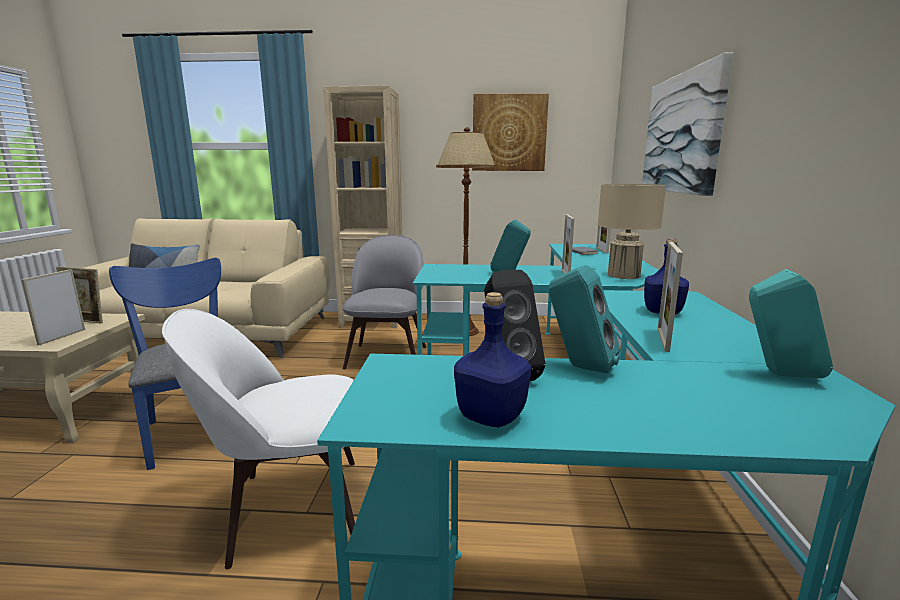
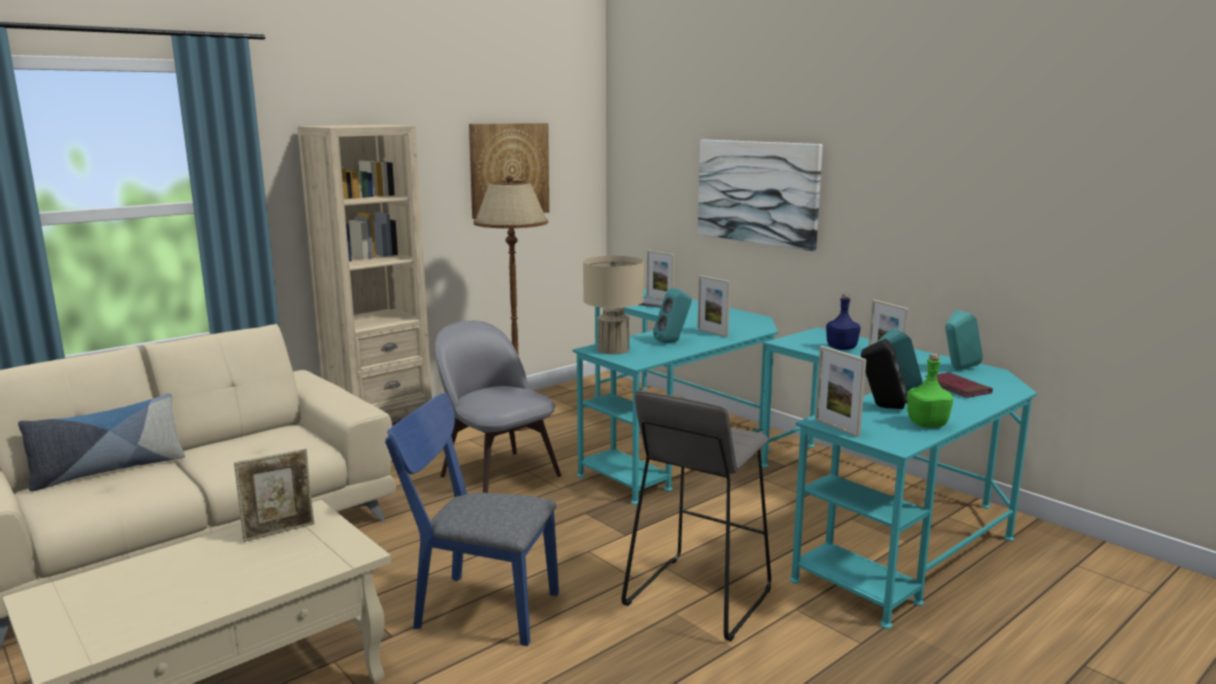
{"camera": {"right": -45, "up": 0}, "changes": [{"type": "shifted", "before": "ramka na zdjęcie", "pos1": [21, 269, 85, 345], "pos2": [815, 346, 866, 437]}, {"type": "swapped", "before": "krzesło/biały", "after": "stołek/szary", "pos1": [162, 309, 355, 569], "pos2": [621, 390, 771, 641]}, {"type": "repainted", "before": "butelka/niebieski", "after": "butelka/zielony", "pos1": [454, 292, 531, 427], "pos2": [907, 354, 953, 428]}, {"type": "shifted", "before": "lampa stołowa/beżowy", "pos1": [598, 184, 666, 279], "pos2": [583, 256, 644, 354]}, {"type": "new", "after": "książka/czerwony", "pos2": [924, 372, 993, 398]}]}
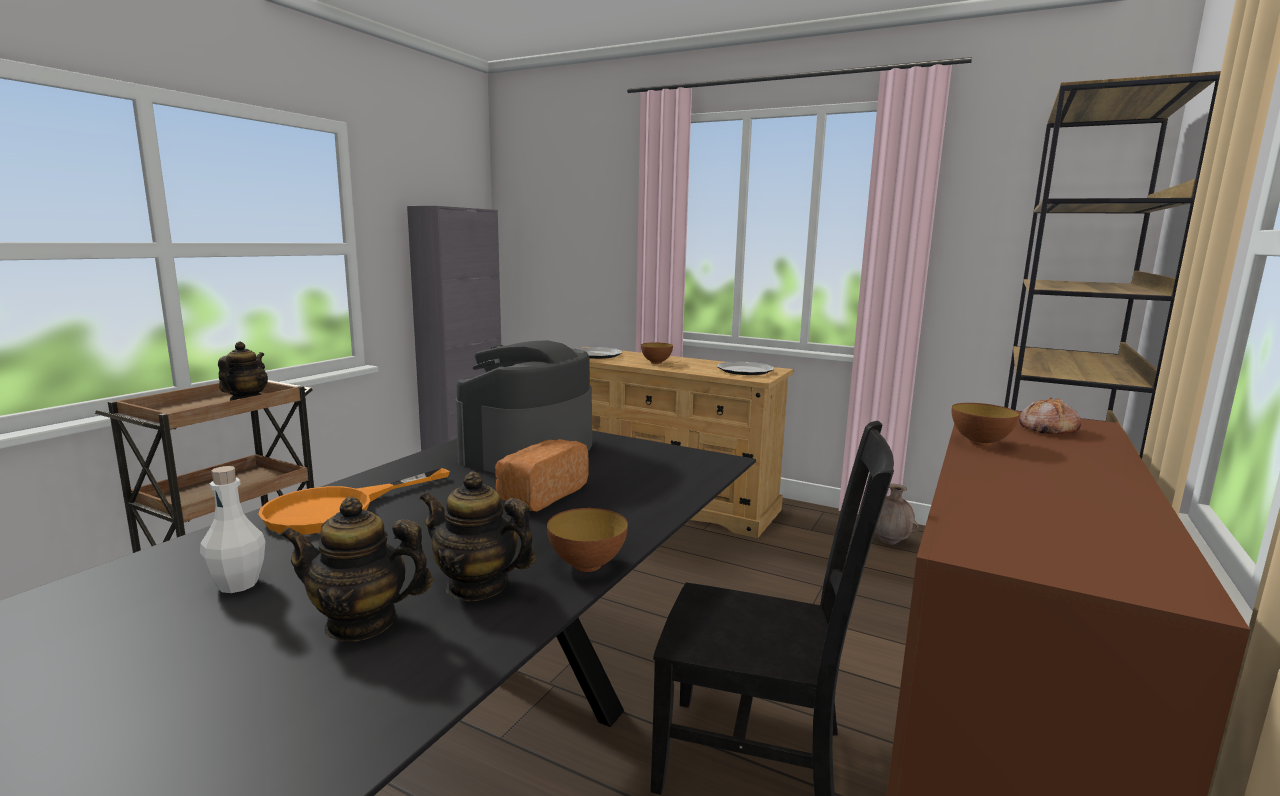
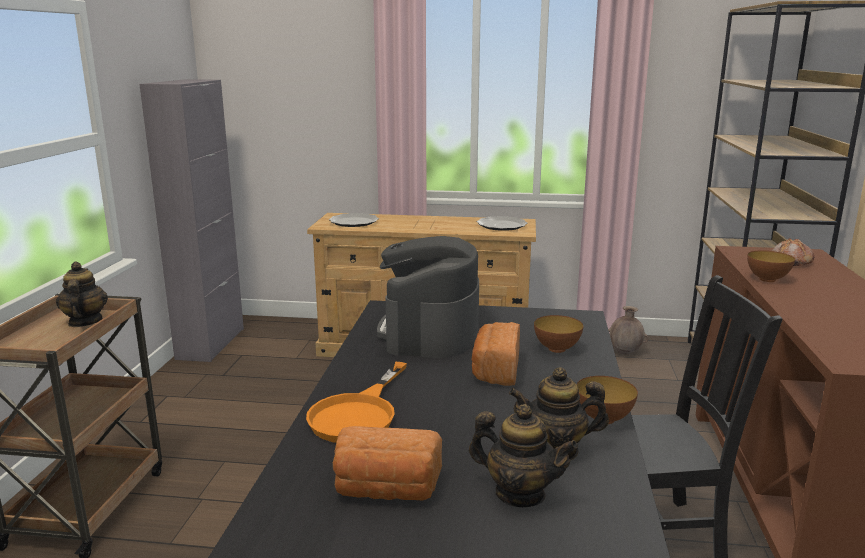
{"camera": {"right": -20, "up": 5}, "changes": [{"type": "swapped", "before": "butelka/biały", "after": "chleb", "pos1": [200, 466, 266, 593], "pos2": [333, 426, 442, 500]}, {"type": "rotated", "before": "imbryk", "pos1": [280, 497, 433, 641], "pos2": [469, 404, 578, 507], "turn": -135}, {"type": "shifted", "before": "miska", "pos1": [641, 342, 673, 364], "pos2": [534, 315, 583, 353]}]}
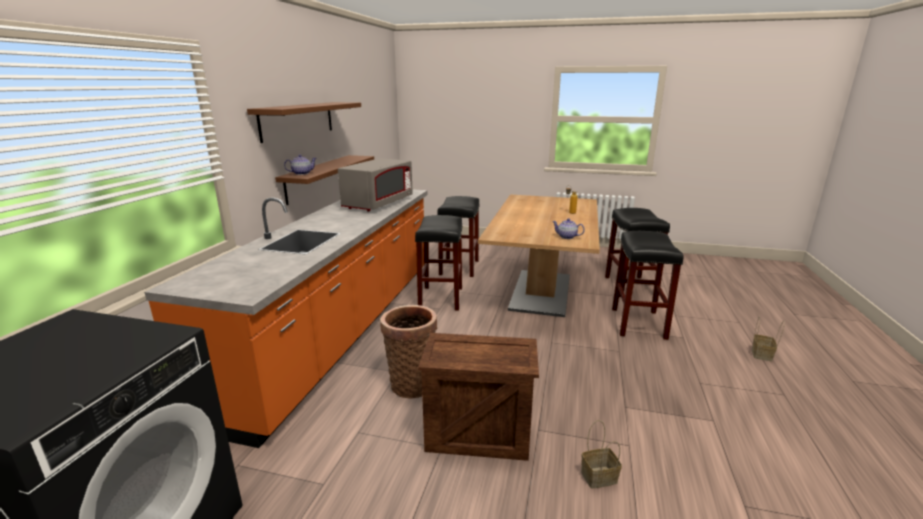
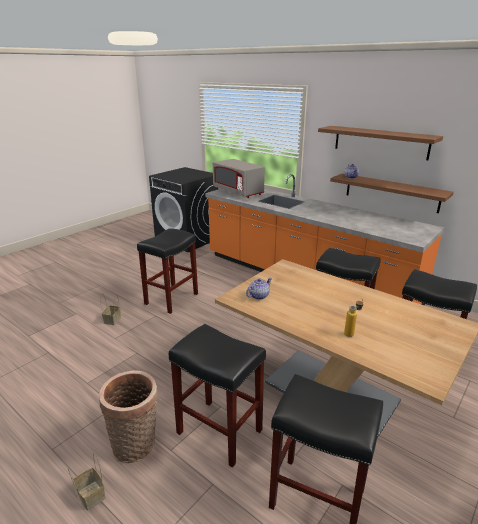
{"camera": {"right": 115, "up": 5}, "changes": [{"type": "shifted", "before": "mikrofalówka/szary", "pos1": [338, 158, 413, 212], "pos2": [213, 159, 265, 198]}, {"type": "shifted", "before": "koszyk", "pos1": [380, 305, 437, 398], "pos2": [99, 371, 158, 463]}, {"type": "swapped", "before": "skrzynka", "after": "stołek/czarny", "pos1": [418, 333, 539, 461], "pos2": [137, 228, 198, 314]}]}
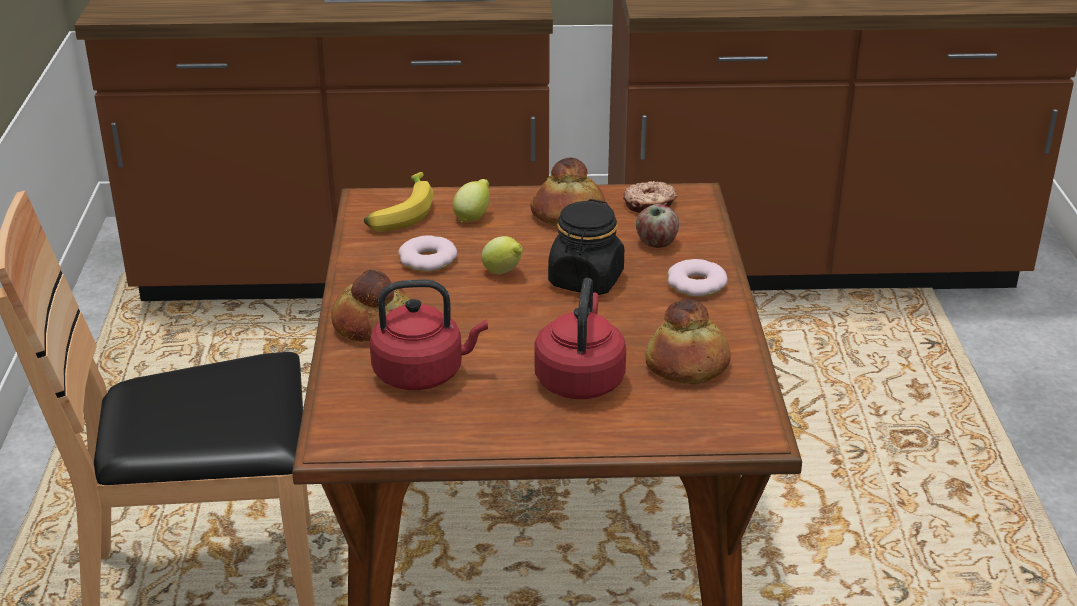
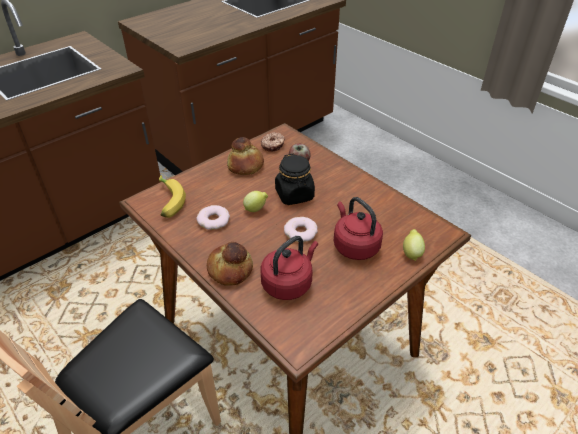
{"camera": {"right": -40, "up": 10}, "changes": [{"type": "shifted", "before": "cytryna", "pos1": [453, 179, 490, 223], "pos2": [403, 229, 425, 261]}, {"type": "gone", "before": "chleb", "pos1": [645, 299, 731, 384]}, {"type": "shifted", "before": "donut", "pos1": [667, 259, 728, 297], "pos2": [284, 217, 318, 242]}]}
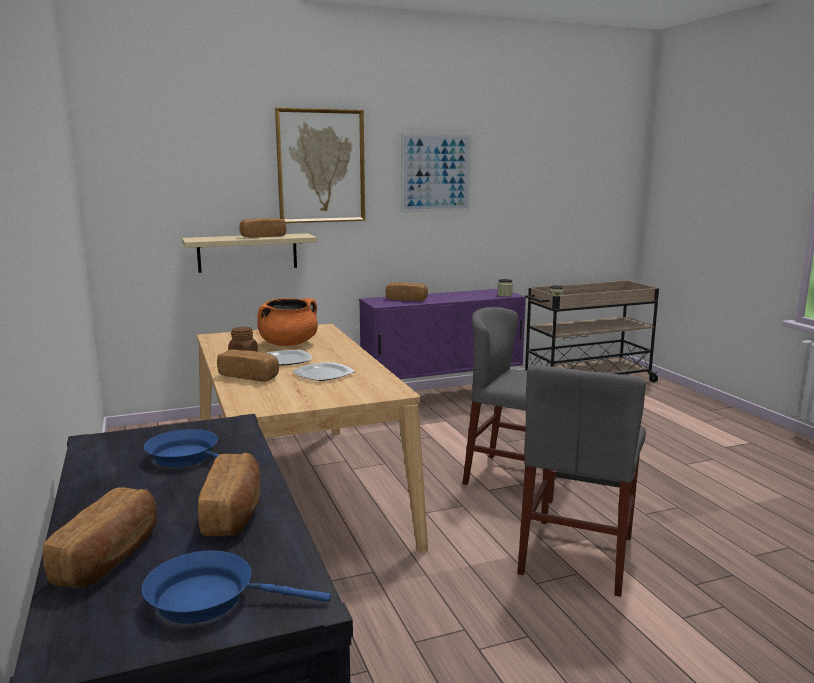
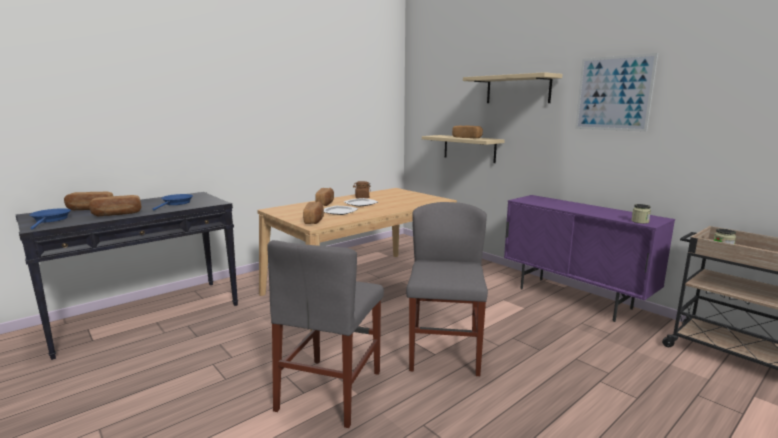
{"camera": {"right": 70, "up": 0}, "changes": [{"type": "gone", "before": "garnek/pomarańczowy", "pos1": [257, 298, 318, 346]}, {"type": "swapped", "before": "obraz", "after": "półka/beżowy", "pos1": [275, 108, 365, 223], "pos2": [463, 72, 563, 103]}, {"type": "shifted", "before": "chleb", "pos1": [386, 282, 428, 301], "pos2": [303, 202, 324, 224]}, {"type": "rotated", "before": "krzesło/szary", "pos1": [517, 365, 646, 597], "pos2": [267, 240, 384, 428], "turn": -75}]}
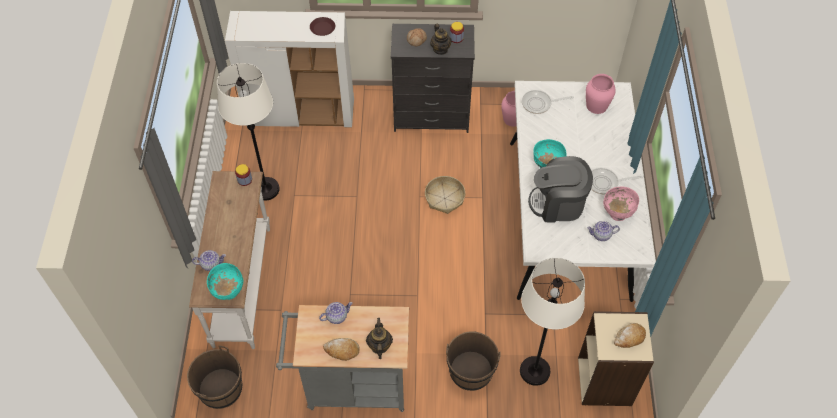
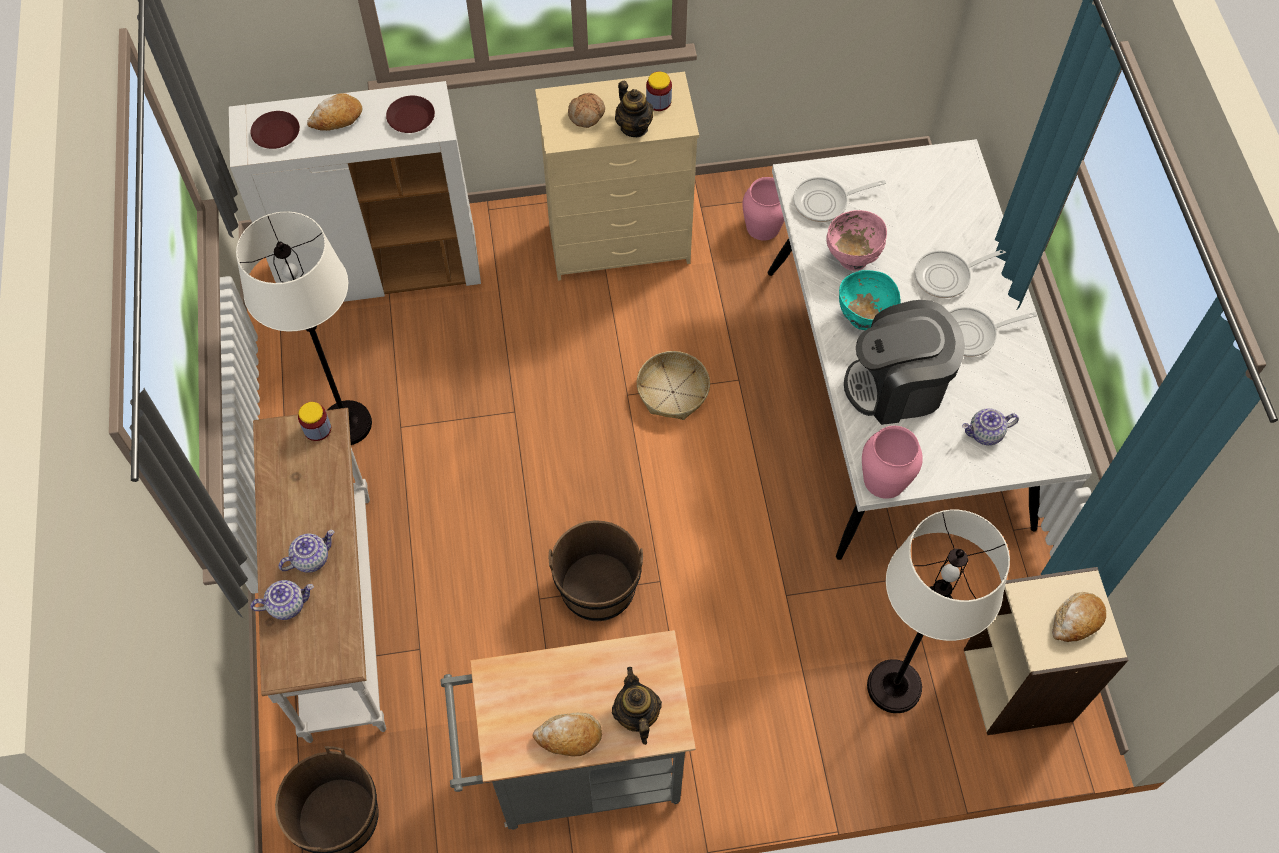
{"camera": {"right": -10, "up": 5}, "changes": [{"type": "gone", "before": "miska/turkusowy", "pos1": [207, 263, 244, 300]}, {"type": "shifted", "before": "imbryk", "pos1": [319, 302, 353, 324], "pos2": [279, 530, 334, 573]}, {"type": "repainted", "before": "komoda/czarny", "after": "komoda/beżowy", "pos1": [391, 24, 475, 133], "pos2": [535, 72, 699, 281]}, {"type": "shifted", "before": "wiadro/brązowy", "pos1": [446, 331, 501, 391], "pos2": [549, 520, 643, 621]}, {"type": "shifted", "before": "wazon/różowy", "pos1": [586, 74, 616, 114], "pos2": [862, 426, 923, 499]}, {"type": "shifted", "before": "miska/różowy", "pos1": [603, 187, 639, 221], "pos2": [826, 210, 887, 271]}, {"type": "new", "after": "talerz/brązowy", "pos2": [250, 111, 300, 149]}, {"type": "new", "after": "chleb", "pos2": [307, 93, 362, 131]}, {"type": "new", "after": "patelnia", "pos2": [915, 250, 1007, 298]}]}
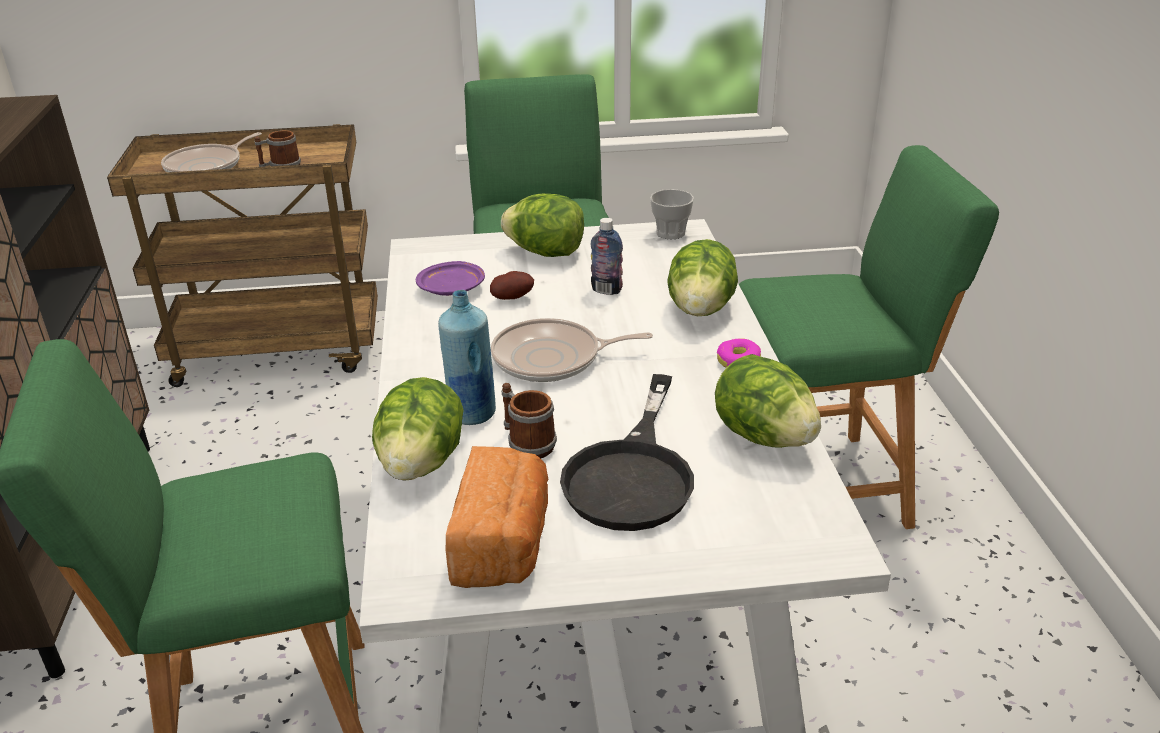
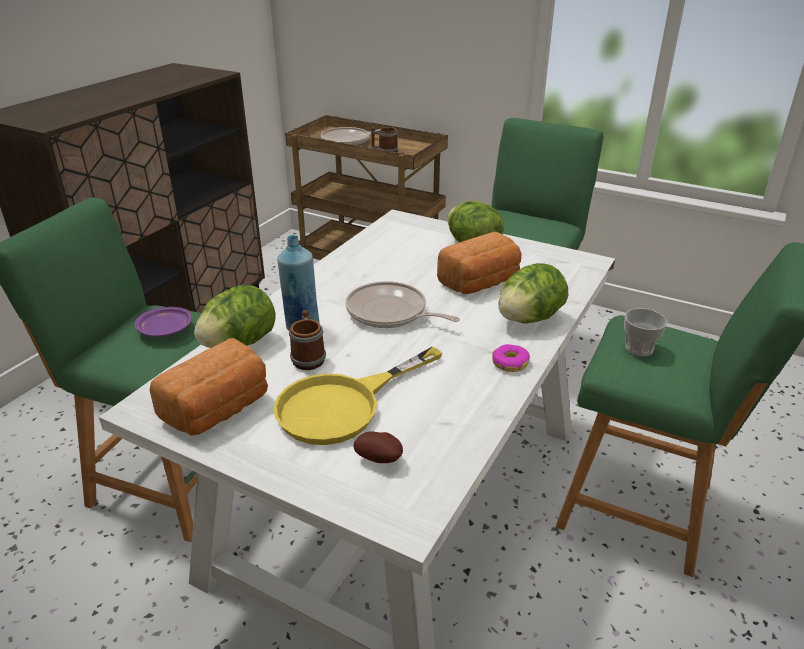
{"camera": {"right": 35, "up": 0}, "changes": [{"type": "shifted", "before": "talerz/fioletowy", "pos1": [416, 261, 485, 296], "pos2": [135, 307, 192, 337]}, {"type": "shifted", "before": "ziemniak", "pos1": [490, 271, 534, 300], "pos2": [354, 431, 403, 463]}, {"type": "repainted", "before": "patelnia/czarny", "after": "patelnia/żółty", "pos1": [560, 374, 694, 531], "pos2": [274, 347, 443, 445]}, {"type": "swapped", "before": "butelka", "after": "chleb", "pos1": [591, 218, 623, 295], "pos2": [437, 232, 522, 294]}, {"type": "shifted", "before": "filiżanka", "pos1": [650, 189, 694, 239], "pos2": [624, 308, 668, 356]}, {"type": "gone", "before": "sałata", "pos1": [715, 354, 821, 448]}]}
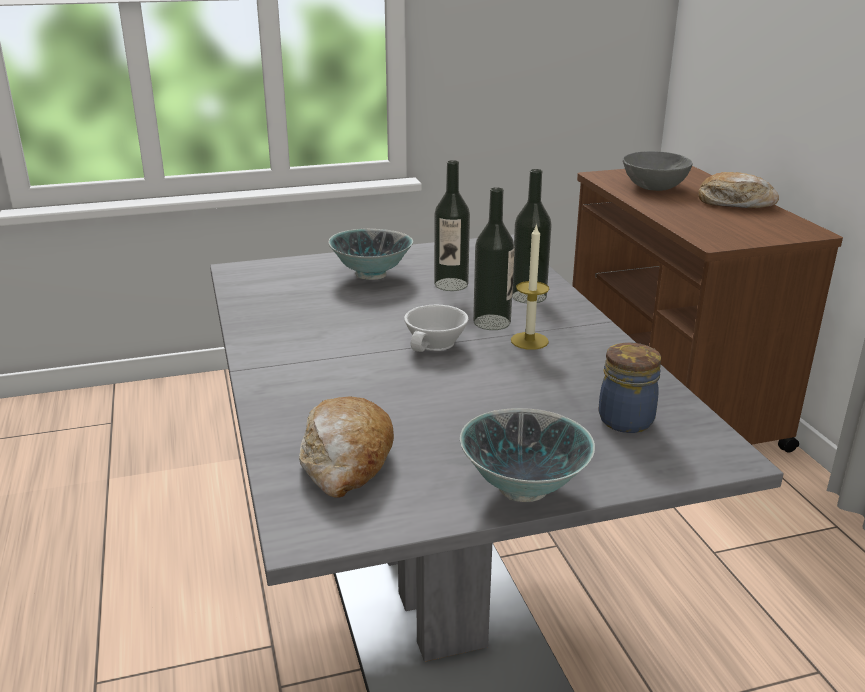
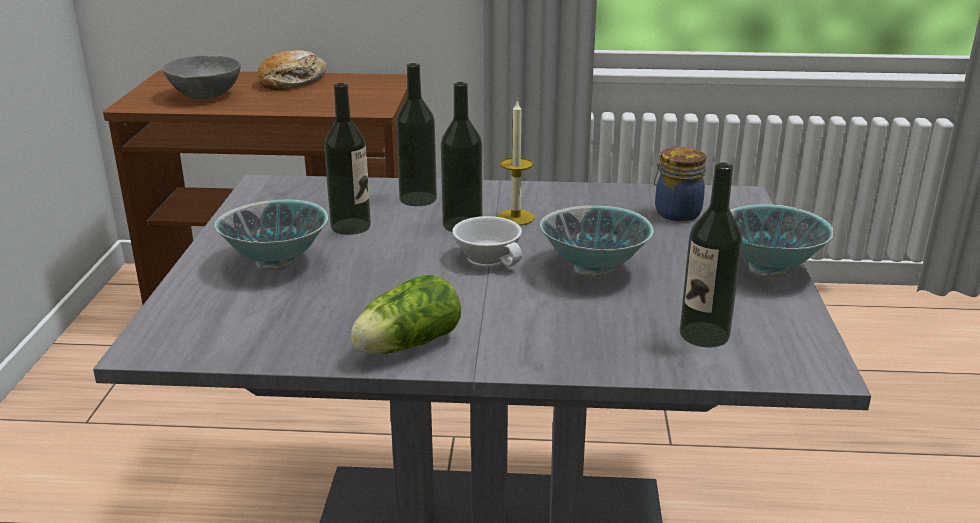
{"camera": {"right": -70, "up": 0}, "changes": [{"type": "swapped", "before": "chleb", "after": "butelka", "pos1": [299, 397, 394, 498], "pos2": [680, 162, 742, 348]}, {"type": "new", "after": "sałata", "pos2": [350, 275, 461, 354]}, {"type": "new", "after": "miska", "pos2": [540, 206, 654, 277]}]}
